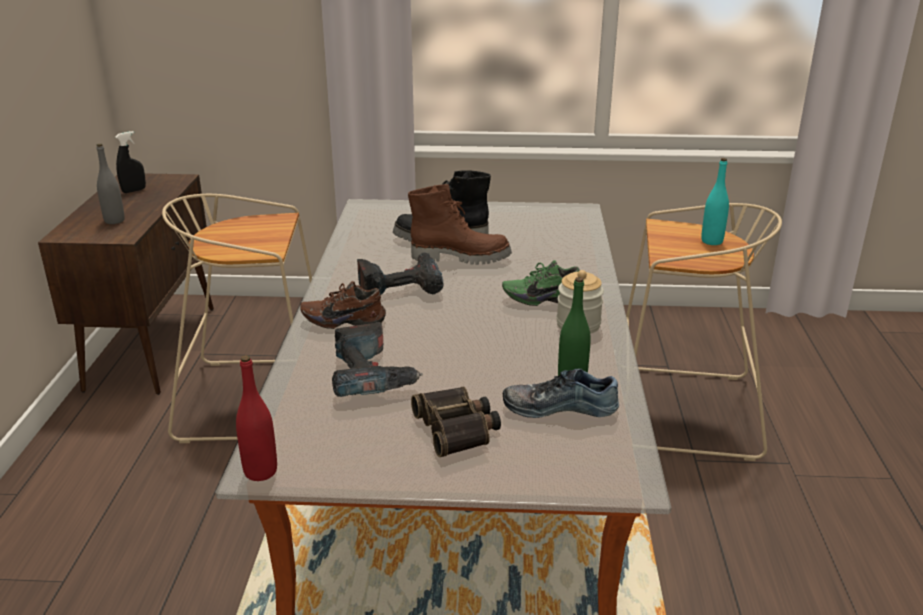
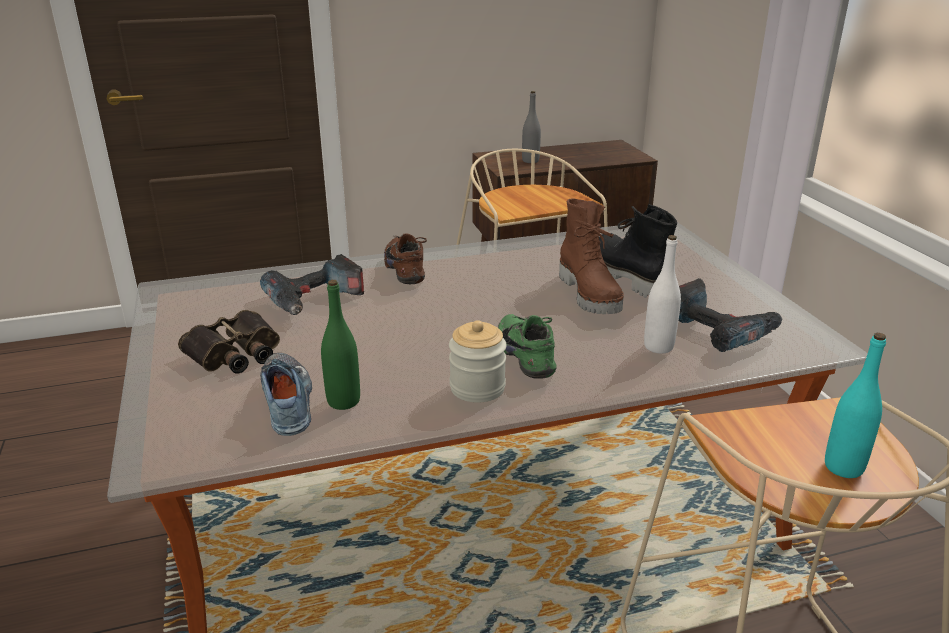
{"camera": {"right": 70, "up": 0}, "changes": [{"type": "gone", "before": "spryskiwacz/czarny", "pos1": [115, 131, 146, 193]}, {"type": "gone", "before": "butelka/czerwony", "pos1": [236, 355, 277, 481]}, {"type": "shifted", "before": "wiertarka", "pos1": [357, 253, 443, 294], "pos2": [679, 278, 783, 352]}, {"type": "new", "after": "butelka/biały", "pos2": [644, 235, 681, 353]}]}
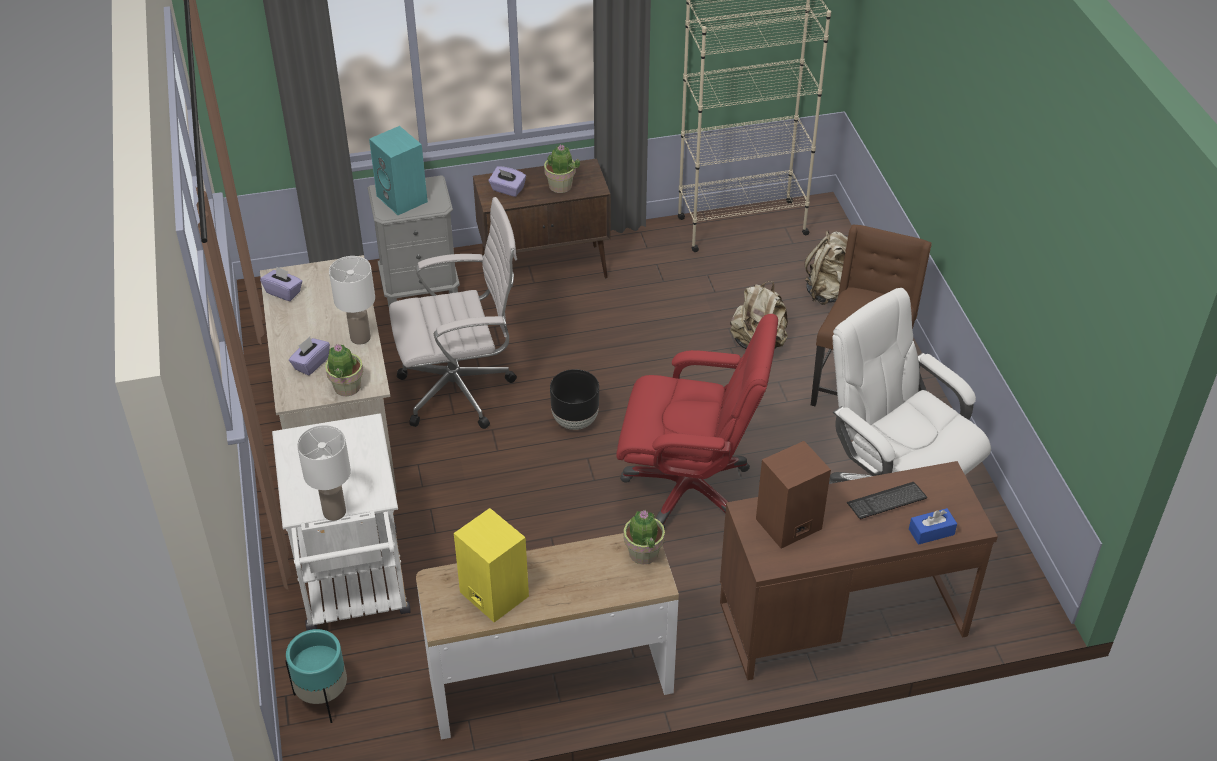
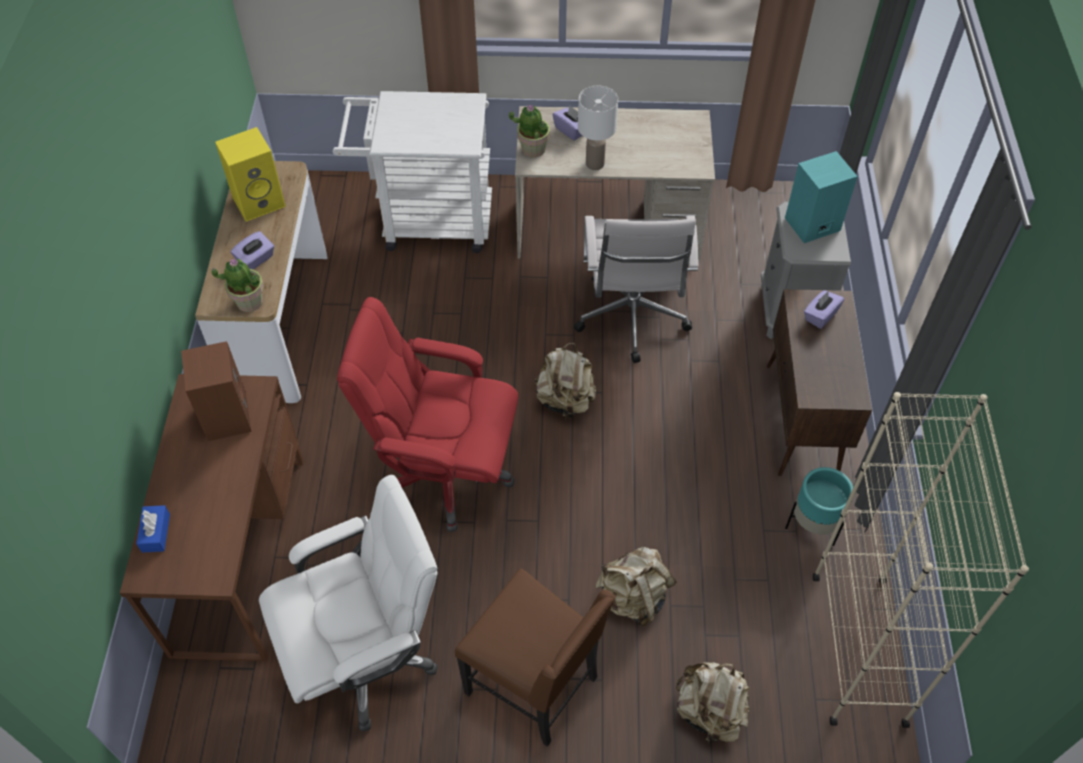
{"camera": {"right": 105, "up": 10}, "changes": [{"type": "shifted", "before": "pudełko chusteczek/fioletowy", "pos1": [260, 266, 302, 301], "pos2": [231, 231, 275, 270]}, {"type": "shifted", "before": "donica/turkusowy", "pos1": [285, 629, 347, 723], "pos2": [785, 467, 853, 546]}, {"type": "gone", "before": "lampa stołowa/biały", "pos1": [297, 425, 351, 521]}, {"type": "gone", "before": "roślina doniczkowa", "pos1": [544, 145, 580, 193]}, {"type": "swapped", "before": "donica/czarny", "after": "plecak/beżowy", "pos1": [550, 369, 599, 430], "pos2": [535, 343, 596, 419]}, {"type": "rotated", "before": "krzesło biurowe/czerwony", "pos1": [616, 314, 778, 529], "pos2": [337, 297, 518, 532], "turn": 75}, {"type": "gone", "before": "klawiatura", "pos1": [846, 482, 927, 519]}]}
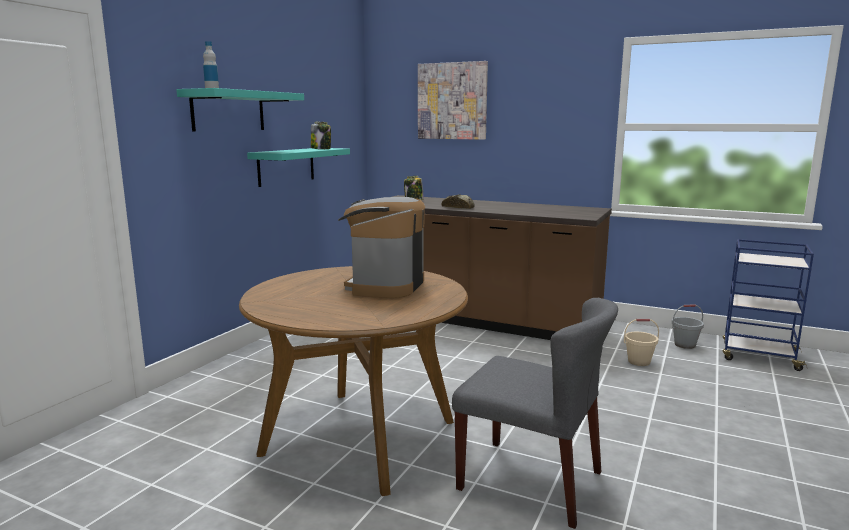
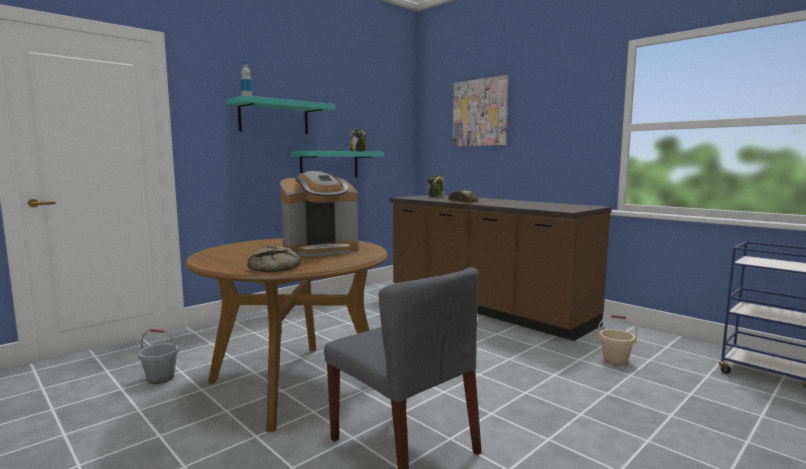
{"camera": {"right": 20, "up": -5}, "changes": [{"type": "rotated", "before": "ekspres do kawy", "pos1": [338, 197, 425, 298], "pos2": [280, 171, 358, 257], "turn": -150}, {"type": "shifted", "before": "wiadro/szary", "pos1": [672, 304, 704, 349], "pos2": [138, 329, 179, 384]}, {"type": "new", "after": "chleb", "pos2": [247, 246, 301, 272]}]}
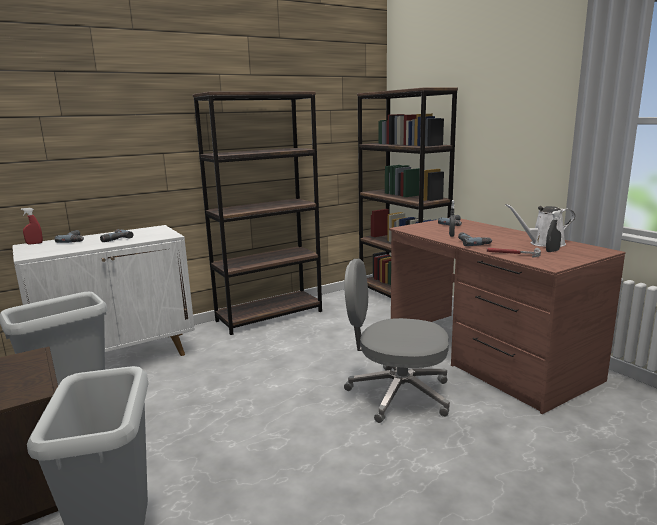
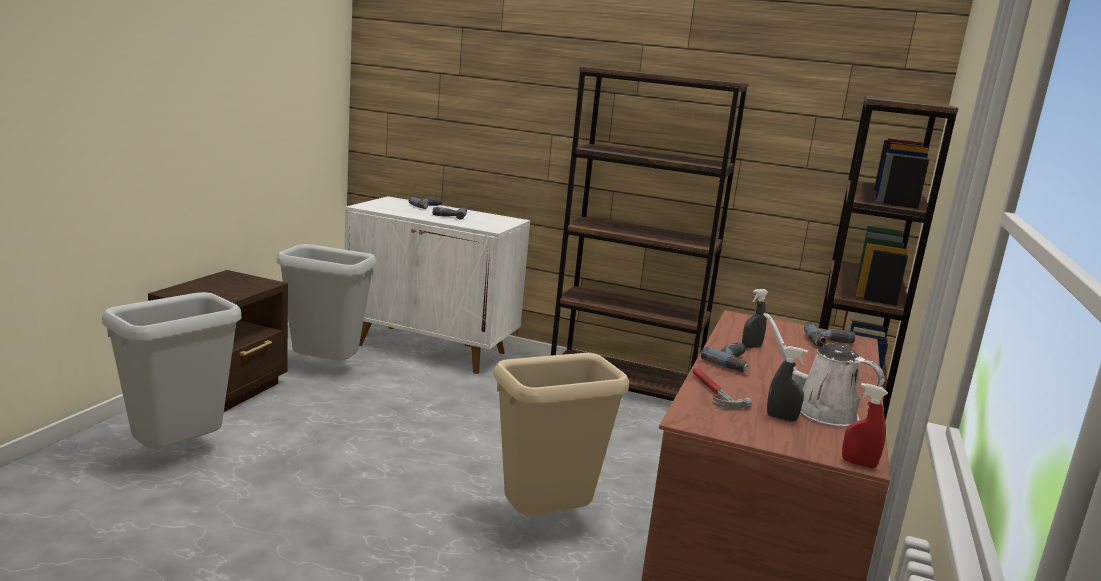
{"camera": {"right": 50, "up": 0}, "changes": [{"type": "shifted", "before": "spryskiwacz/czerwony", "pos1": [21, 208, 43, 244], "pos2": [842, 383, 888, 468]}, {"type": "swapped", "before": "krzesło biurowe/szary", "after": "kosz na śmieci/beżowy", "pos1": [344, 259, 450, 423], "pos2": [494, 353, 629, 516]}]}
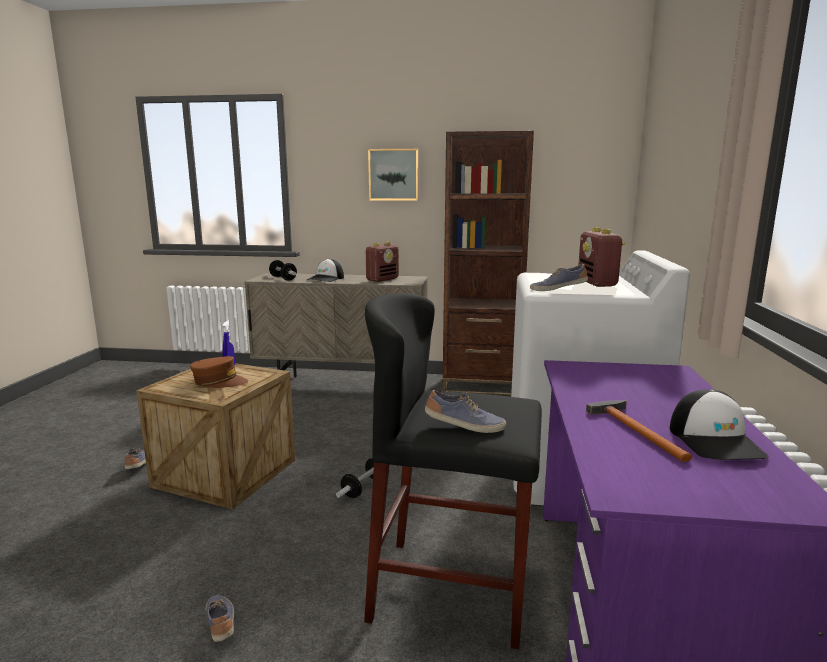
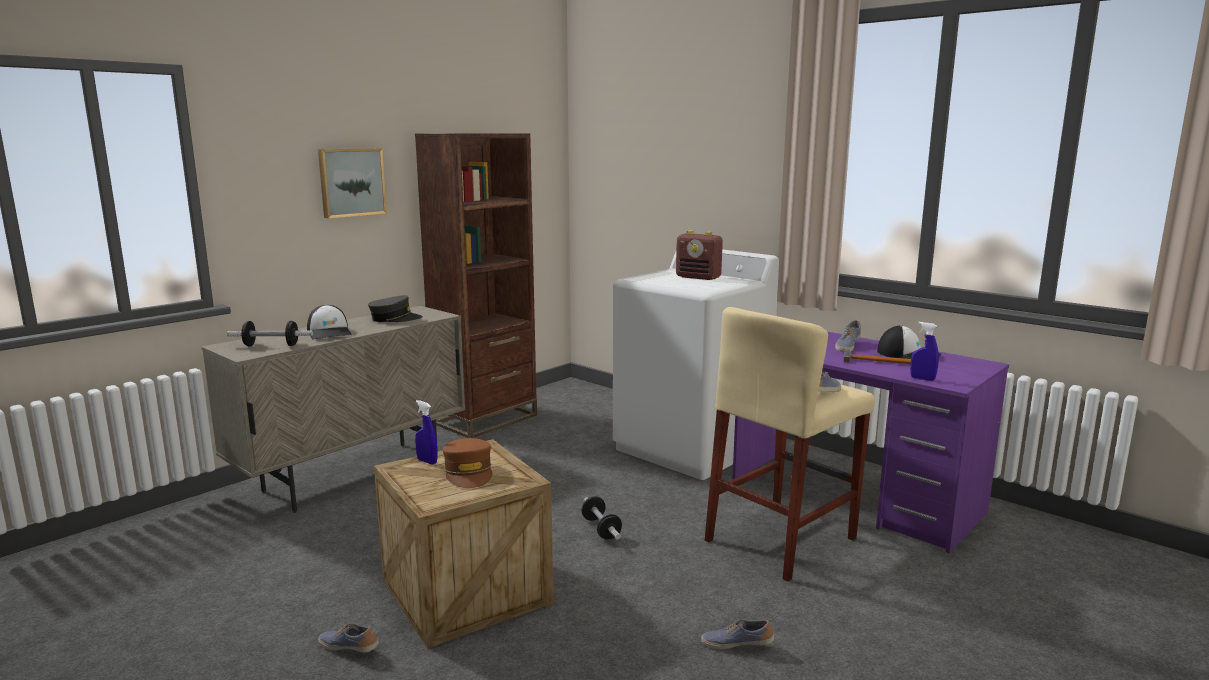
{"camera": {"right": -55, "up": 0}, "changes": [{"type": "rotated", "before": "czapka z daszkiem/brązowy", "pos1": [190, 356, 248, 388], "pos2": [443, 438, 493, 488], "turn": 120}, {"type": "repainted", "before": "stołek/czarny", "after": "stołek/beżowy", "pos1": [364, 293, 542, 649], "pos2": [705, 307, 875, 582]}, {"type": "swapped", "before": "radio", "after": "czapka z daszkiem/szary", "pos1": [366, 242, 399, 282], "pos2": [368, 295, 423, 322]}, {"type": "shifted", "before": "but", "pos1": [530, 264, 588, 291], "pos2": [835, 320, 861, 352]}, {"type": "new", "after": "spryskiwacz/niebieski", "pos2": [910, 322, 939, 381]}]}
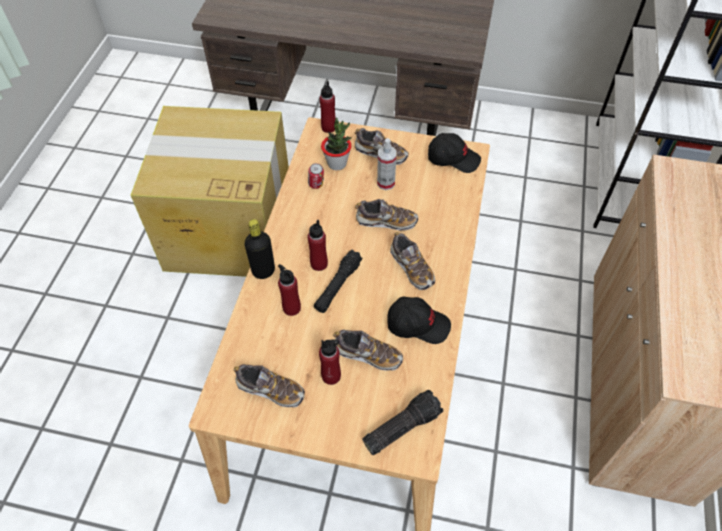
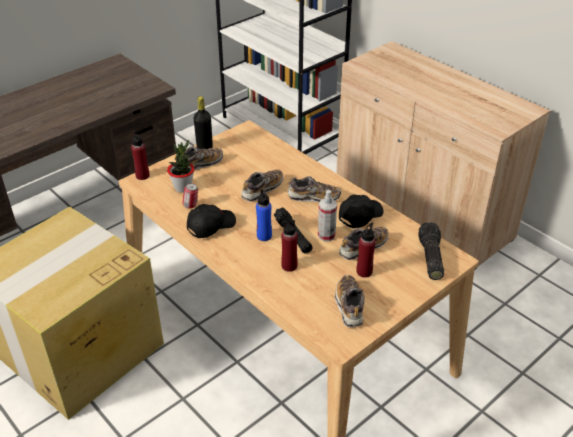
{"camera": {"right": -55, "up": -15}, "changes": [{"type": "rotated", "before": "but", "pos1": [233, 364, 305, 407], "pos2": [335, 275, 364, 327], "turn": -60}, {"type": "shifted", "before": "butelka/czarny", "pos1": [244, 219, 275, 279], "pos2": [194, 96, 213, 149]}, {"type": "repainted", "before": "butelka/czerwony", "after": "butelka/niebieski", "pos1": [307, 219, 328, 271], "pos2": [256, 189, 272, 241]}, {"type": "shifted", "before": "spryskiwacz", "pos1": [377, 138, 396, 190], "pos2": [318, 190, 337, 241]}, {"type": "shifted", "before": "czapka z daszkiem/czarny", "pos1": [428, 133, 481, 173], "pos2": [187, 204, 236, 238]}]}
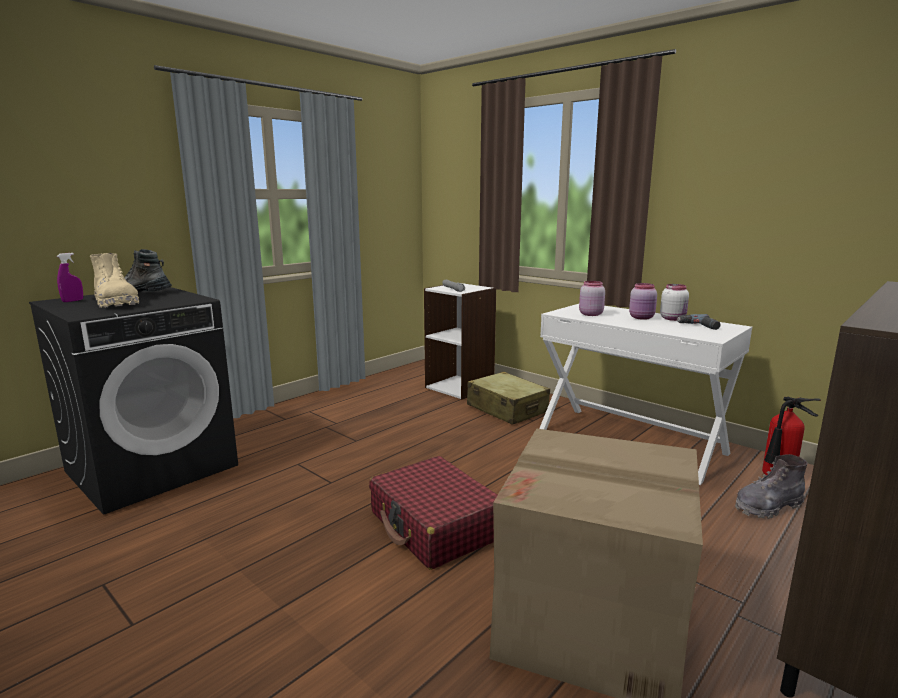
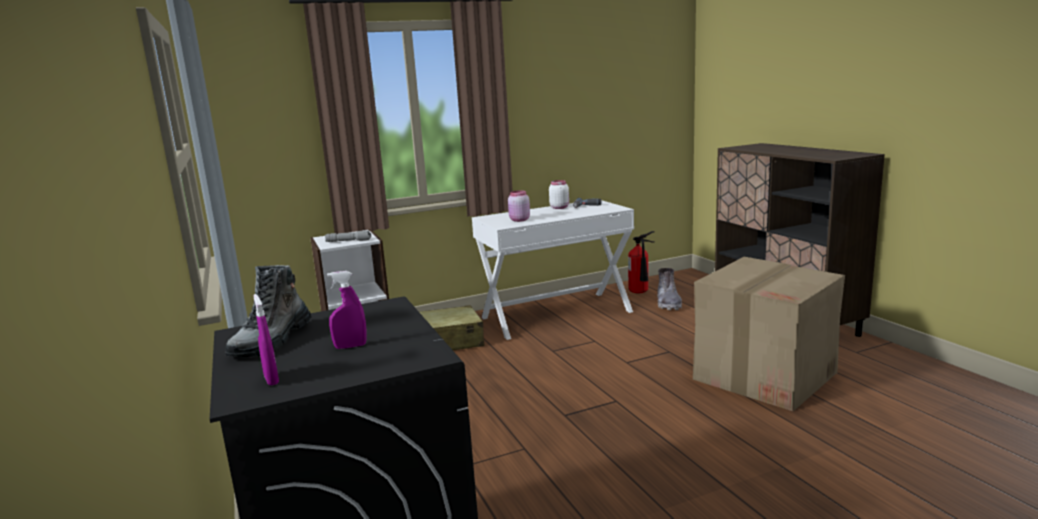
{"camera": {"right": -65, "up": 0}, "changes": [{"type": "swapped", "before": "but z cholewką/beżowy", "after": "spryskiwacz/fioletowy", "pos1": [90, 253, 139, 308], "pos2": [327, 271, 367, 349]}, {"type": "gone", "before": "walizka/czerwony", "pos1": [369, 456, 497, 570]}, {"type": "gone", "before": "słoik/różowy", "pos1": [629, 283, 657, 320]}]}
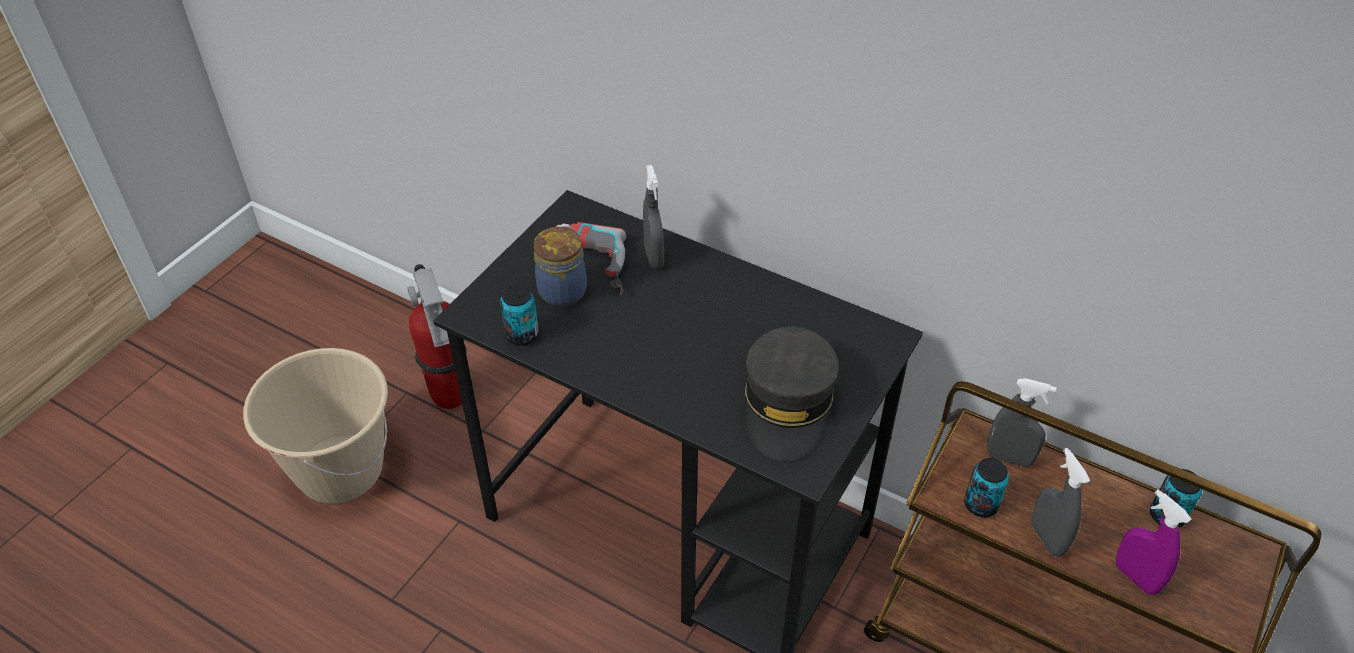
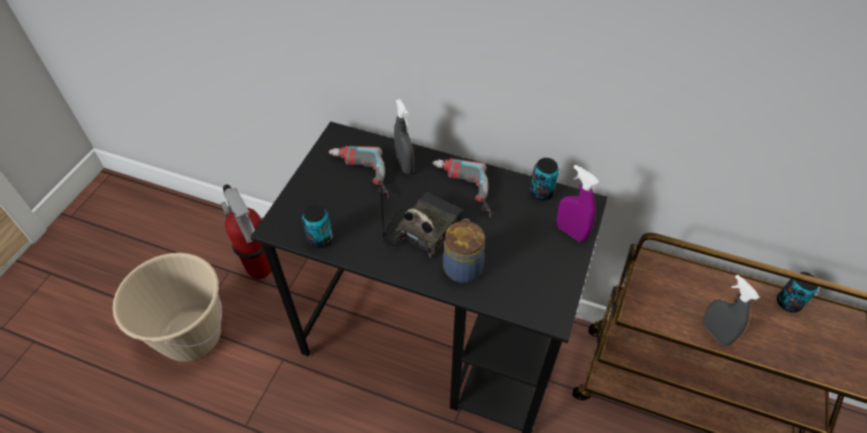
{"camera": {"right": -10, "up": 5}, "changes": [{"type": "shifted", "before": "słoik", "pos1": [533, 226, 587, 307], "pos2": [443, 219, 485, 283]}, {"type": "gone", "before": "czapka z daszkiem/szary", "pos1": [743, 327, 839, 461]}, {"type": "shifted", "before": "puszka", "pos1": [964, 458, 1009, 518], "pos2": [530, 158, 559, 201]}, {"type": "gone", "before": "spryskiwacz/szary", "pos1": [987, 378, 1057, 467]}, {"type": "shifted", "before": "spryskiwacz/fioletowy", "pos1": [1116, 489, 1192, 595], "pos2": [557, 165, 599, 242]}, {"type": "new", "after": "radio", "pos2": [381, 186, 463, 258]}, {"type": "new", "after": "wiertarka", "pos2": [432, 158, 492, 217]}]}
